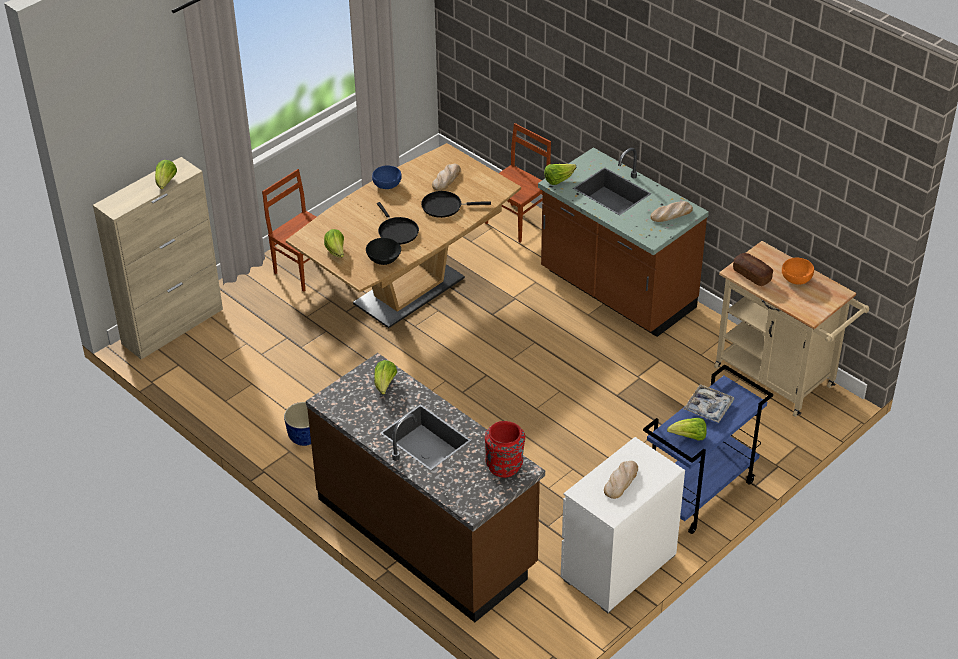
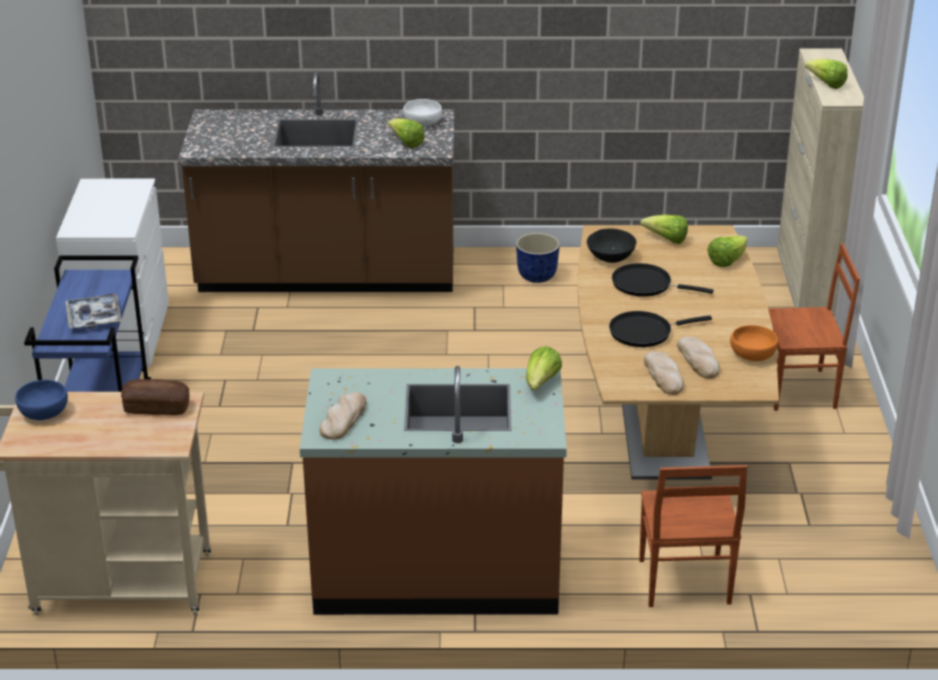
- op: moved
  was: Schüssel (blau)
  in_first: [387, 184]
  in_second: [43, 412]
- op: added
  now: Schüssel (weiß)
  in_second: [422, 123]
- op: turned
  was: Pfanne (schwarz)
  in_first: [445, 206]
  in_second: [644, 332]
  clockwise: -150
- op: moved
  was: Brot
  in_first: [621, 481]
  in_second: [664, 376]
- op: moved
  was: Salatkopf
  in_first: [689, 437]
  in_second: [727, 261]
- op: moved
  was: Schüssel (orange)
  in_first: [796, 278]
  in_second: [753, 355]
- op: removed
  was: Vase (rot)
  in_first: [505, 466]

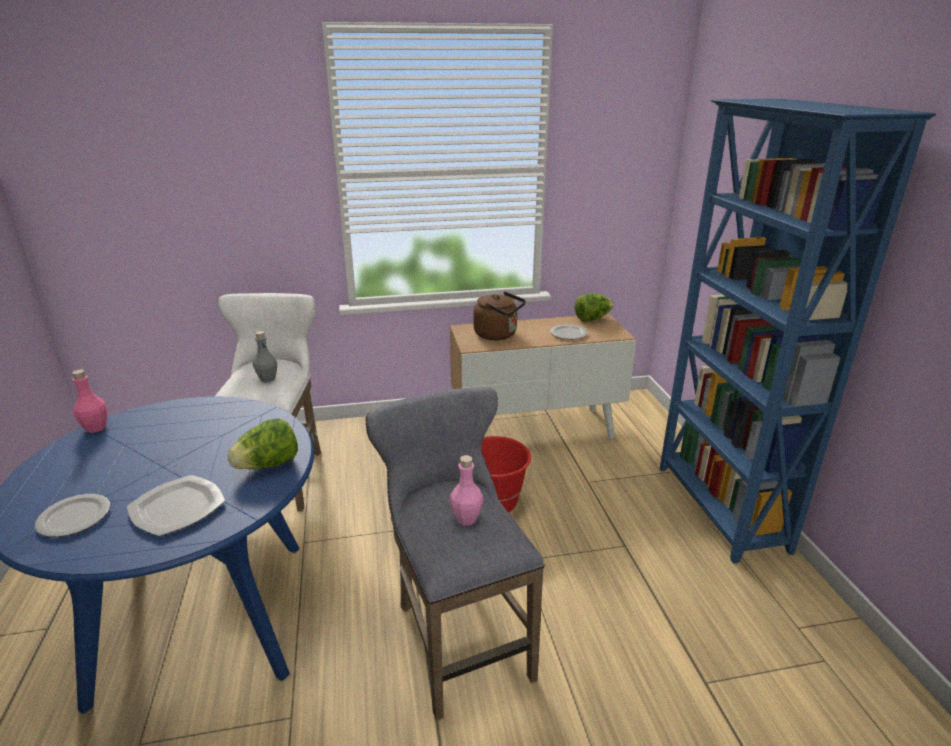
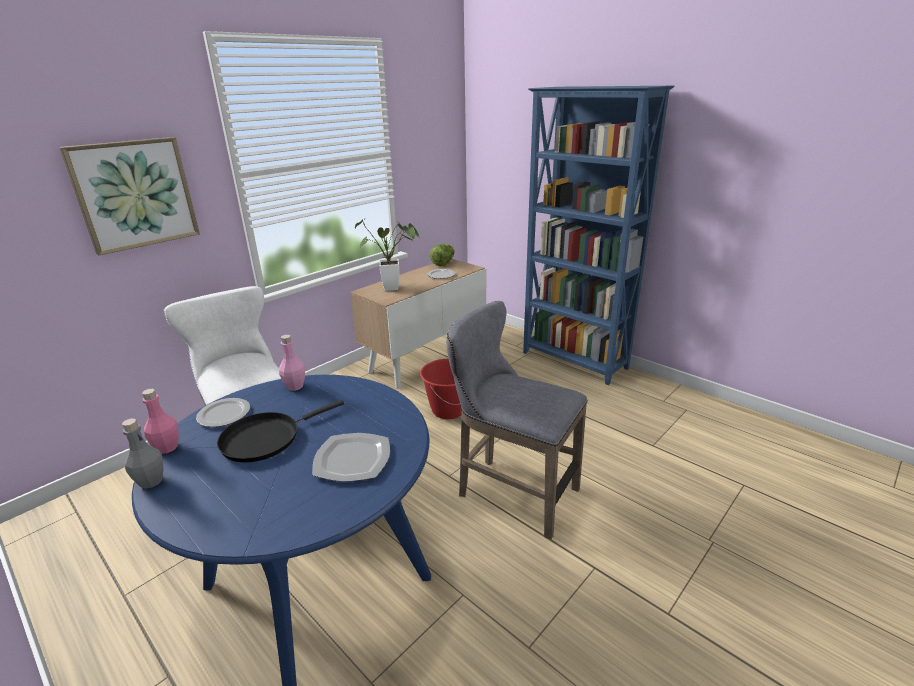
- op: added
  now: Bild
  in_second: [135, 194]
- op: moved
  was: Flasche (grau)
  in_first: [267, 379]
  in_second: [151, 481]
- op: moved
  was: Teller
  in_first: [75, 517]
  in_second: [224, 414]
- op: added
  now: Pfanne (schwarz)
  in_second: [265, 438]
- op: moved
  was: Flasche (rosa)
  in_first: [466, 518]
  in_second: [295, 386]
- op: replaced
  was: Wasserkessel (braun)
  now: Topfpflanze
  in_first: [498, 335]
  in_second: [395, 288]
- op: removed
  was: Salatkopf
  in_first: [268, 465]

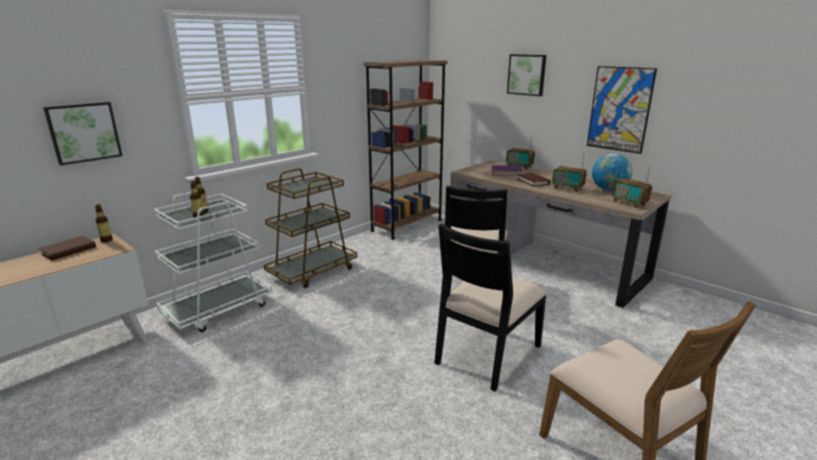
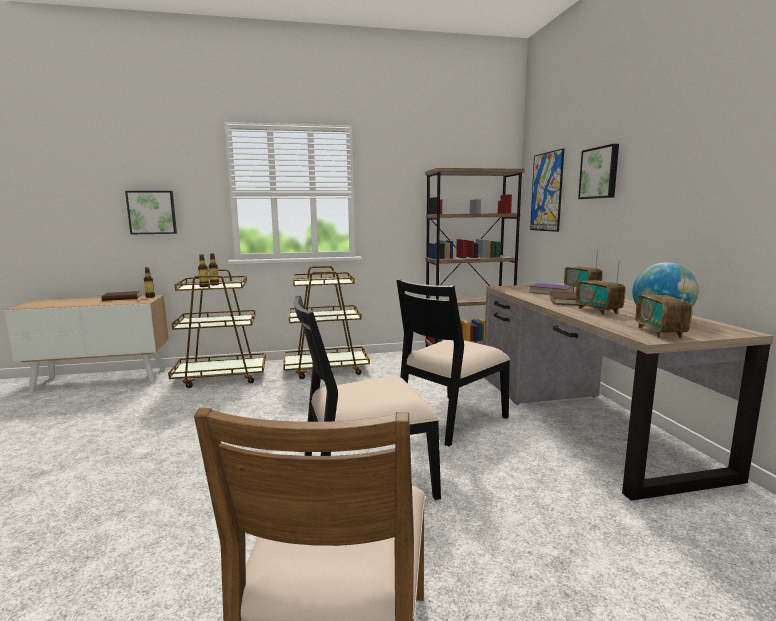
- op: recoloured
  was: Rollwagen (weiß)
  now: Rollwagen (braun)
  in_first: [218, 309]
  in_second: [221, 377]
- op: moved
  was: Bild
  in_first: [619, 109]
  in_second: [546, 192]

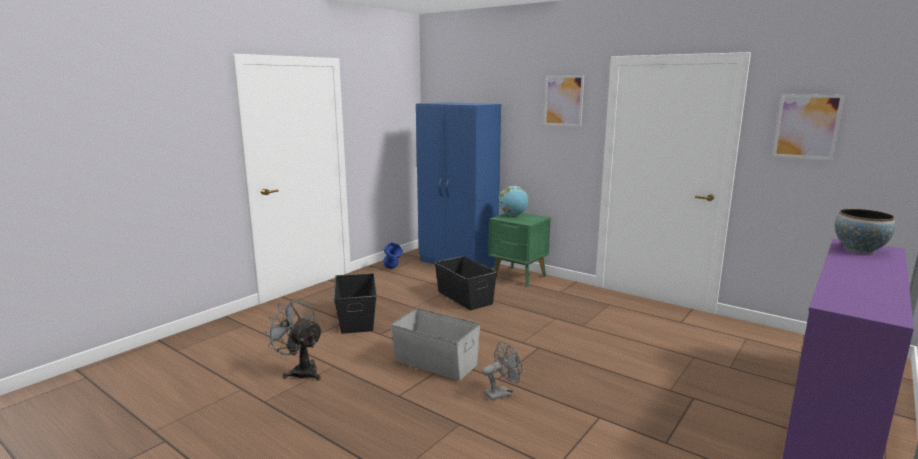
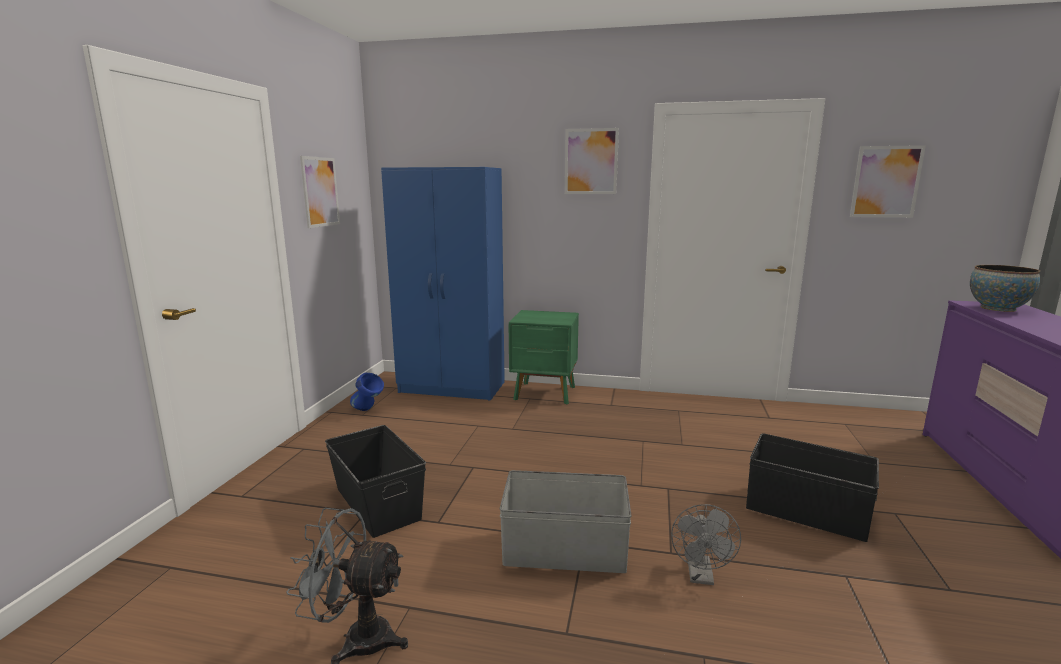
- op: added
  now: Bild
  in_second: [320, 192]
- op: turned
  was: Ventilator (grau)
  in_first: [502, 393]
  in_second: [701, 576]
  clockwise: 150
- op: moved
  was: Aufbewahrungsbox (schwarz)
  in_first: [465, 297]
  in_second: [805, 511]
- op: removed
  was: Globus
  in_first: [513, 215]

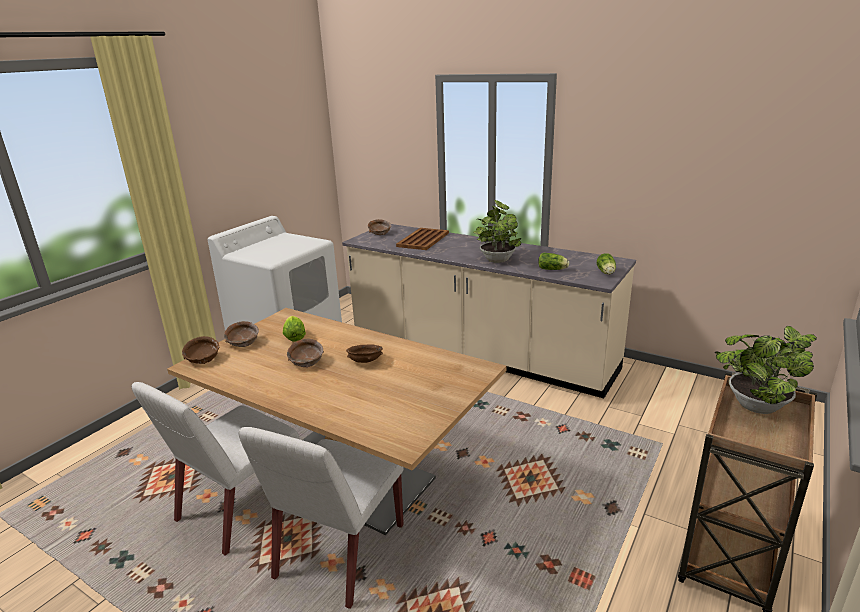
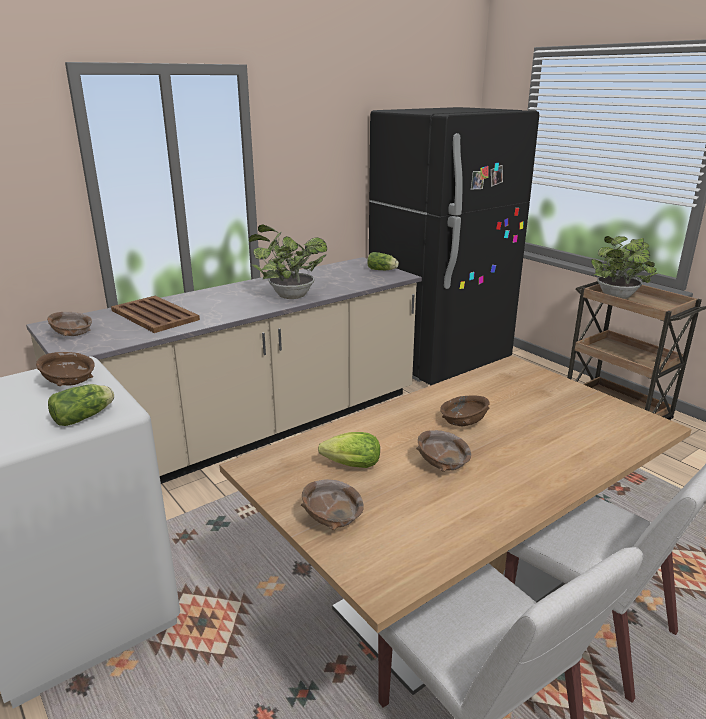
- op: moved
  was: Schüssel (braun)
  in_first: [203, 359]
  in_second: [69, 382]
- op: moved
  was: Salatkopf
  in_first: [553, 269]
  in_second: [85, 417]
- op: added
  now: Kühlschrank (schwarz)
  in_second: [439, 359]

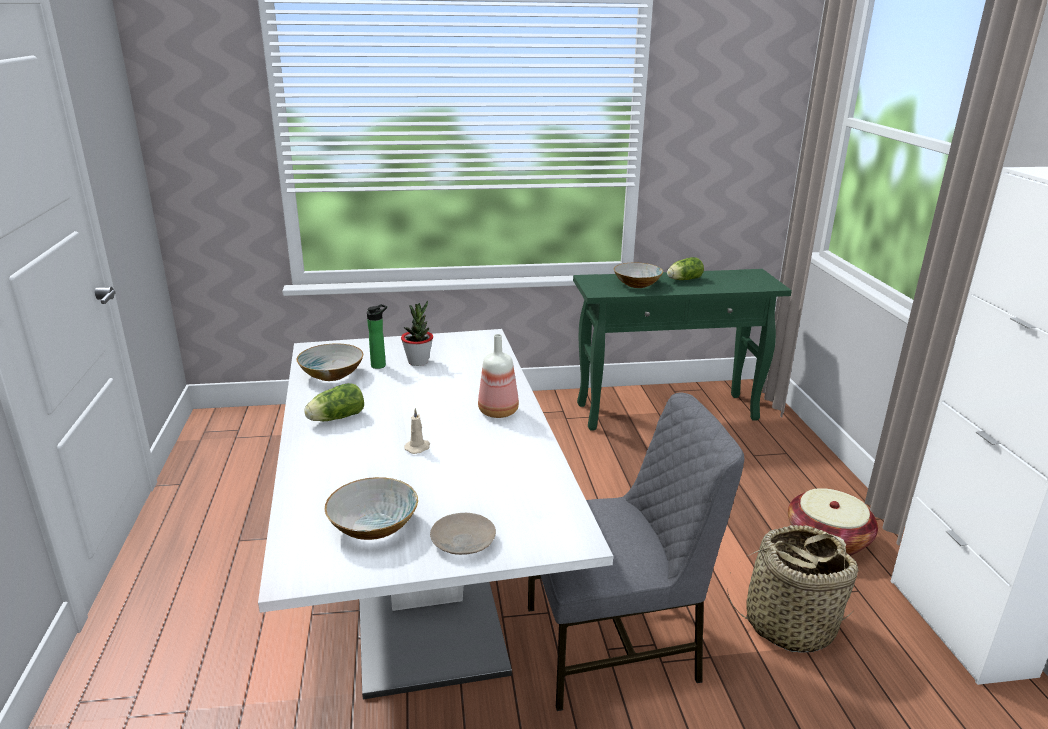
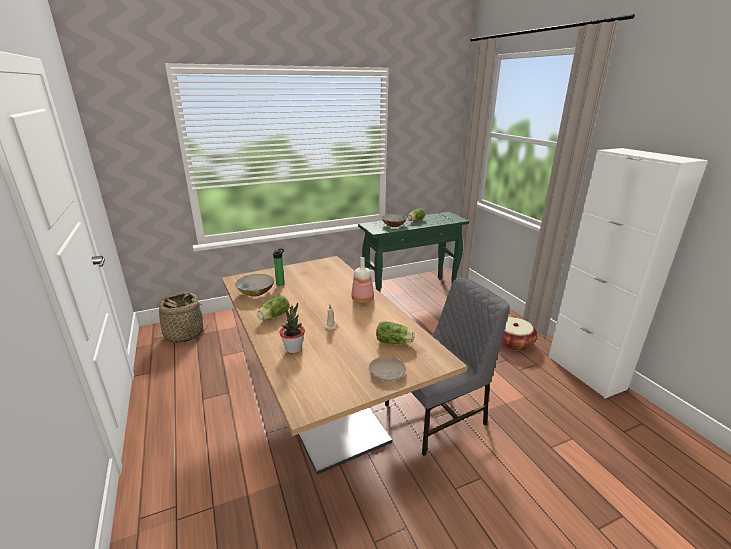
- op: moved
  was: Korb
  in_first: [789, 624]
  in_second: [184, 334]
- op: recoloured
  was: Esstisch (weiß)
  now: Esstisch (braun)
  in_first: [425, 594]
  in_second: [326, 408]
- op: moved
  was: Topfpflanze
  in_first: [418, 361]
  in_second: [293, 348]
- op: added
  now: Salatkopf
  in_second: [395, 342]
- op: removed
  was: Schüssel
  in_first: [373, 527]

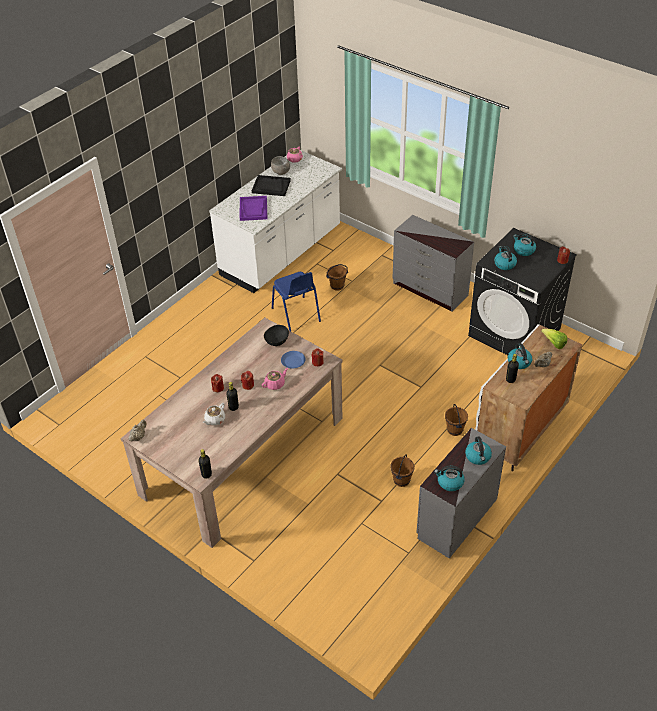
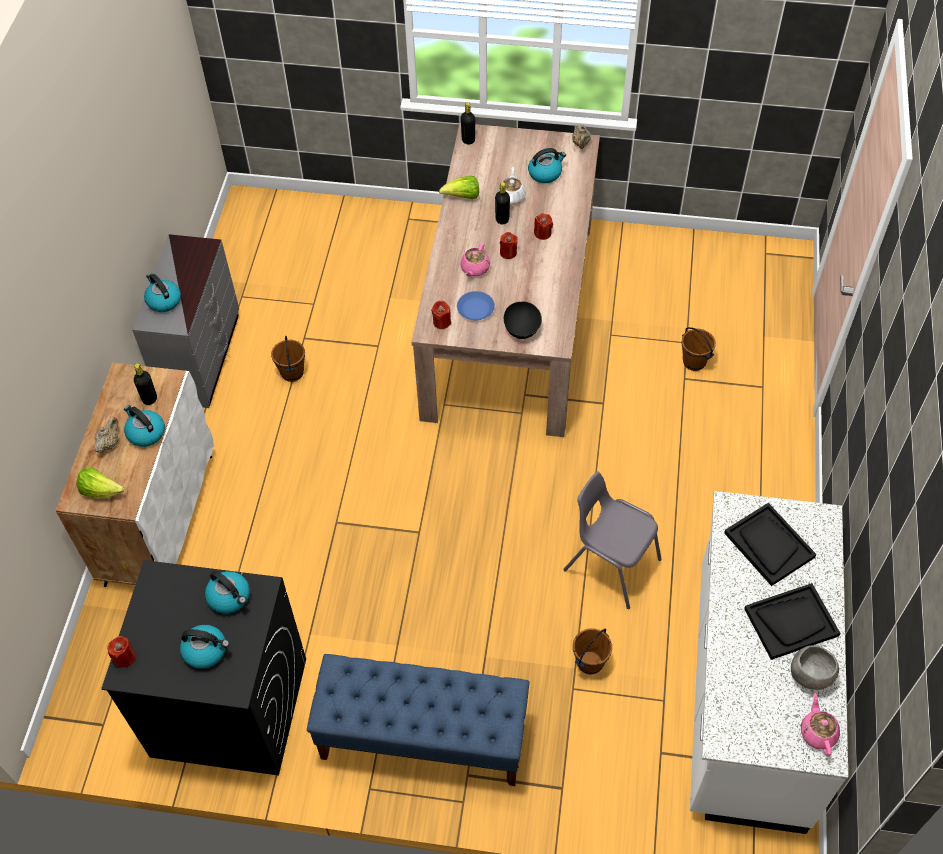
- op: replaced
  was: Kommode (grau)
  now: Bank (blau)
  in_first: [430, 290]
  in_second: [422, 738]
- op: added
  now: Salatkopf
  in_second: [462, 197]
- op: moved
  was: Wasserkessel
  in_first: [449, 482]
  in_second: [545, 173]
- op: recoloured
  was: Stuhl (blau)
  now: Stuhl (grau)
  in_first: [296, 315]
  in_second: [611, 564]
- op: moved
  was: Eimer (braun)
  in_first: [455, 430]
  in_second: [693, 362]
- op: recoloured
  was: Tablett (lila)
  now: Tablett (schwarz)
  in_first: [253, 209]
  in_second: [768, 545]

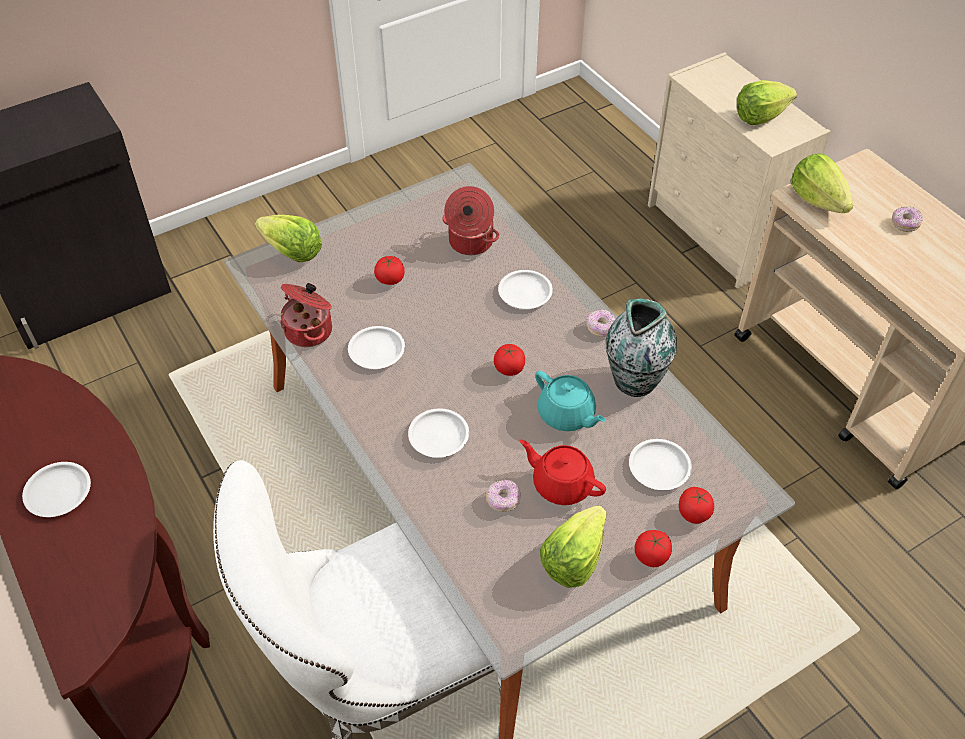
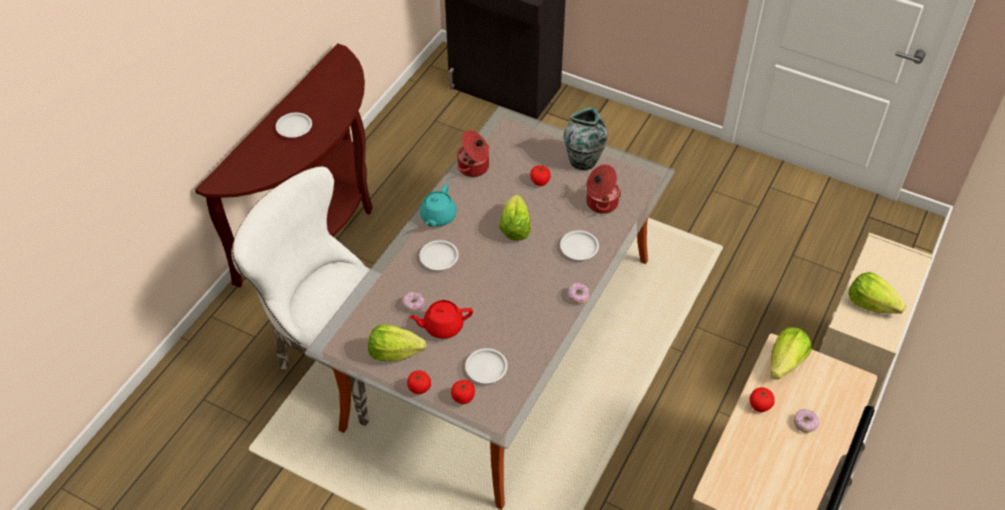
- op: turned
  was: Teekanne (rot)
  in_first: [561, 484]
  in_second: [442, 326]
  clockwise: -105
- op: moved
  was: Teekanne (türkis)
  in_first: [566, 415]
  in_second: [438, 217]
- op: moved
  was: Salatkopf
  in_first: [292, 252]
  in_second: [515, 228]
- op: moved
  was: Vase
  in_first: [635, 379]
  in_second: [584, 161]
- op: moved
  was: Tomate
  in_first: [509, 368]
  in_second: [759, 405]
- op: removed
  was: Teller (weiß)
  in_first: [377, 350]

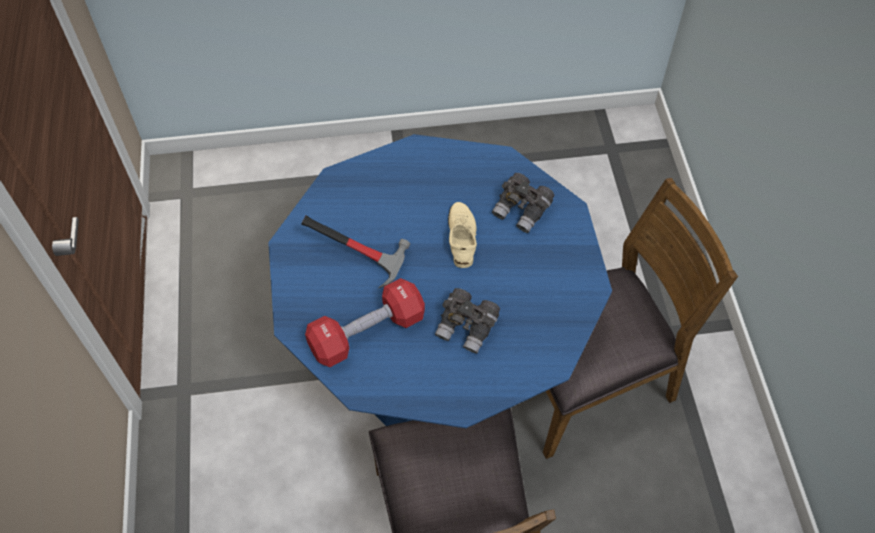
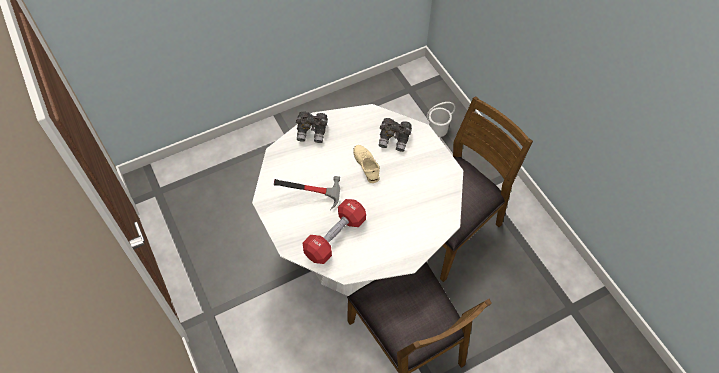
- op: recoloured
  was: Esstisch (blau)
  now: Esstisch (weiß)
  in_first: [437, 365]
  in_second: [359, 248]
- op: moved
  was: Fernglas (grau)
  in_first: [467, 327]
  in_second: [312, 132]
- op: added
  now: Eimer (weiß)
  in_second: [437, 129]

